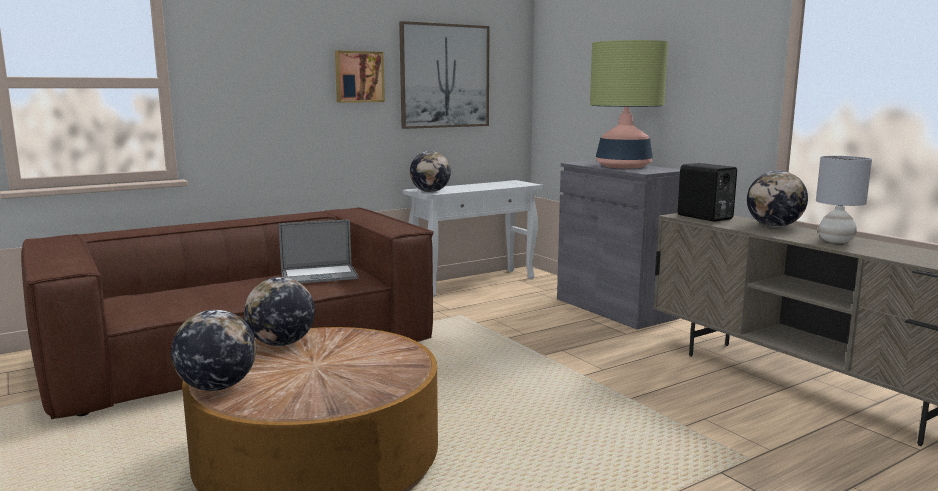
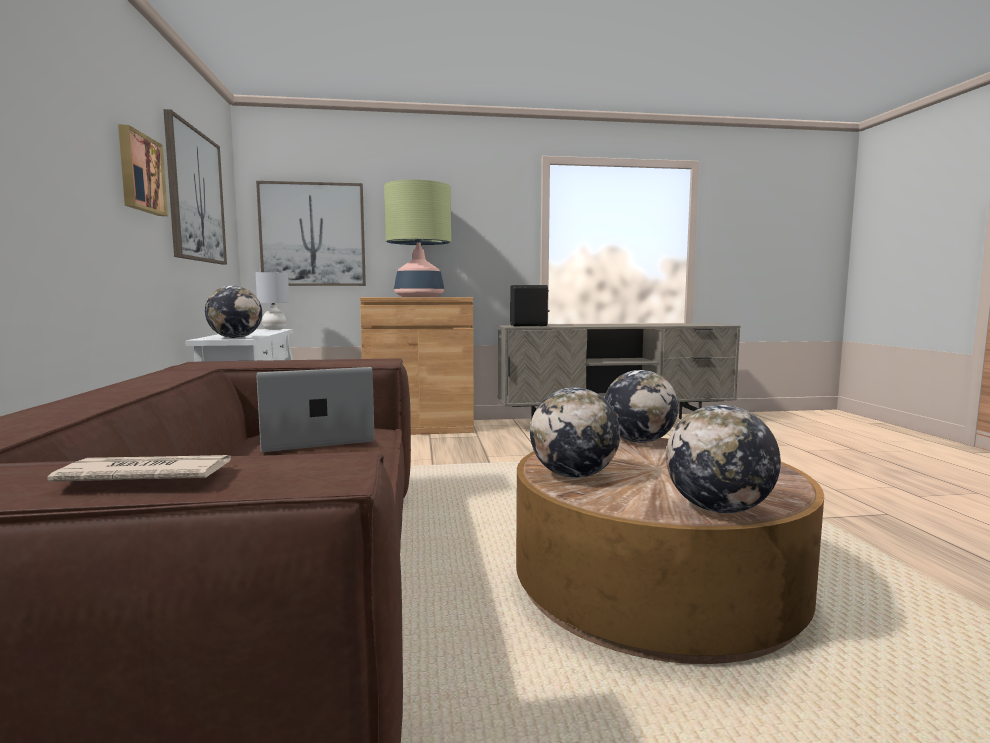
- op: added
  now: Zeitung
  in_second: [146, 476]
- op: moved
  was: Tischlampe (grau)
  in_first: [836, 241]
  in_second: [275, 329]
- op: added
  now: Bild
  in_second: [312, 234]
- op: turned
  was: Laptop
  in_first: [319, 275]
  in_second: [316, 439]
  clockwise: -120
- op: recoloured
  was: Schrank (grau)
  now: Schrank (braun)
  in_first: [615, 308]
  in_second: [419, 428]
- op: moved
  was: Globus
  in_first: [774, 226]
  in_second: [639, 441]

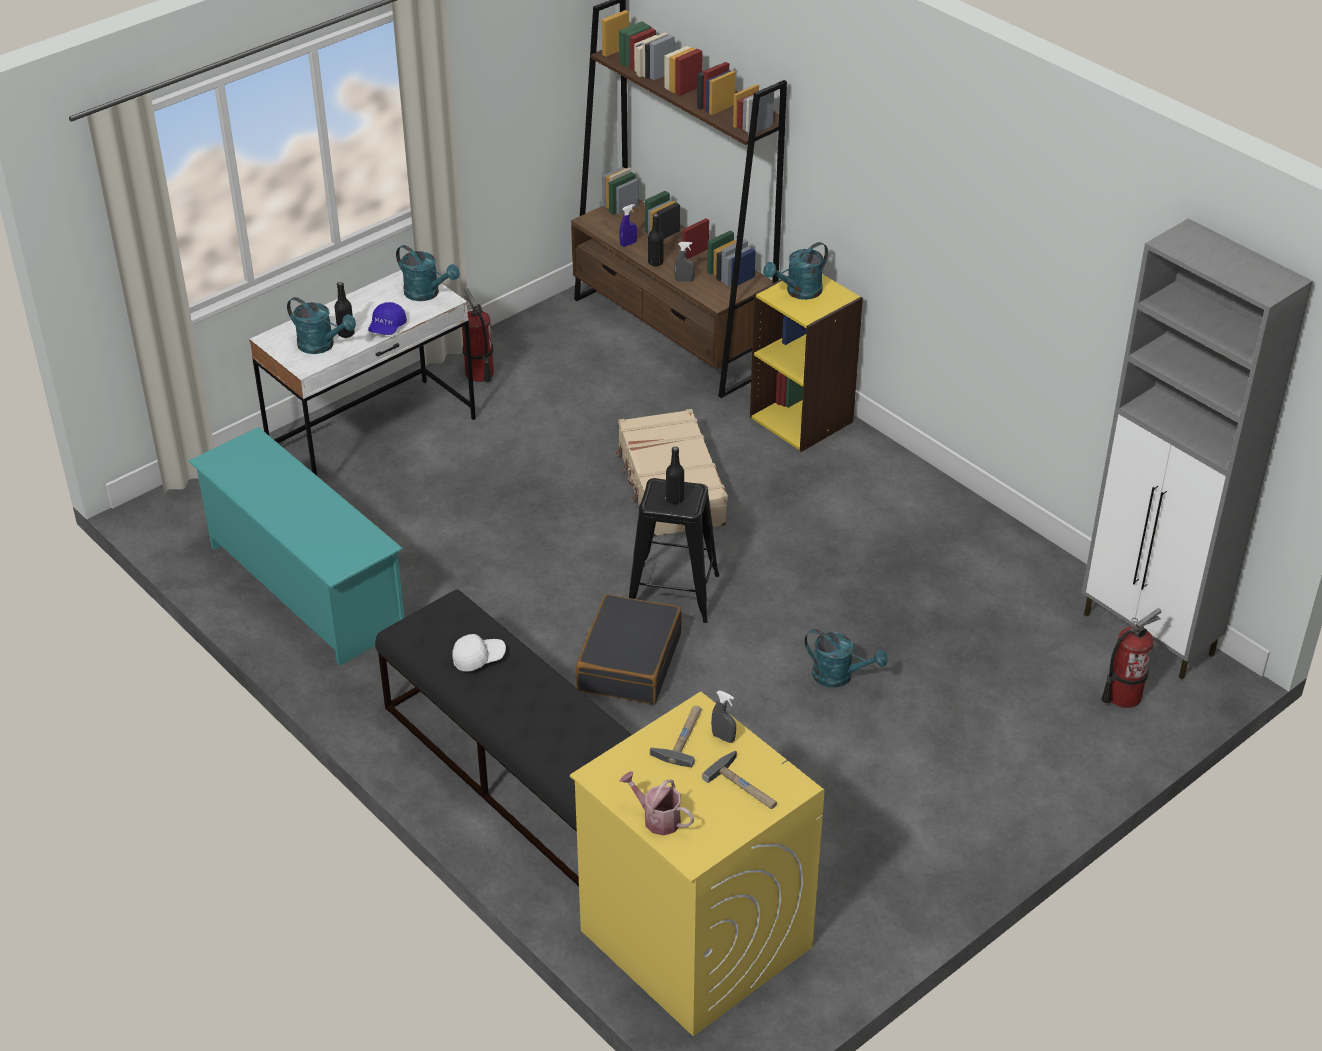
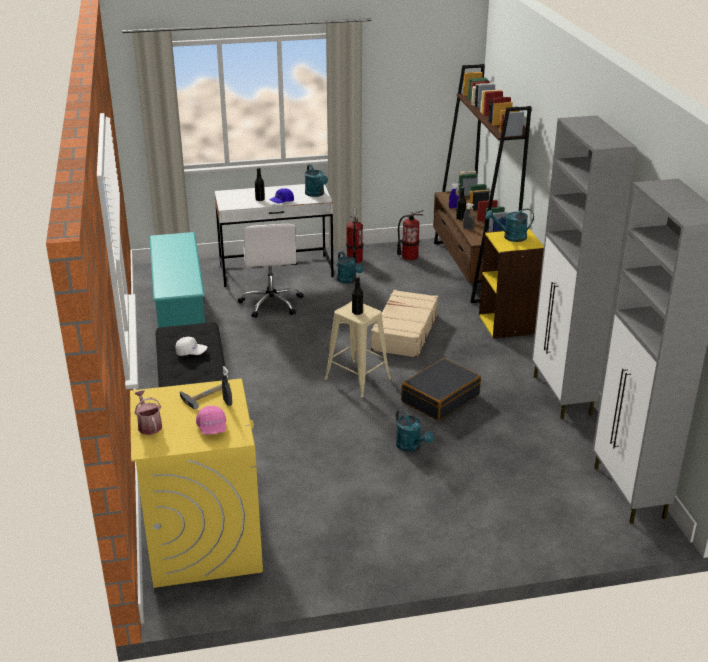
- op: replaced
  was: Hammer
  now: Kappe (rosa)
  in_first: [745, 786]
  in_second: [212, 428]
- op: added
  now: Bürostuhl (weiß)
  in_second: [271, 303]
- op: recoloured
  was: Hocker (schwarz)
  now: Hocker (beige)
  in_first: [674, 593]
  in_second: [358, 379]
- op: moved
  was: Gießkanne (türkis)
  in_first: [322, 346]
  in_second: [349, 280]
- op: moved
  was: Feuerlöscher
  in_first: [1123, 696]
  in_second: [409, 256]
- op: moved
  was: Koffer (schwarz)
  in_first: [629, 662]
  in_second: [440, 398]
- op: added
  now: Schrank (grau)
  in_second: [562, 396]

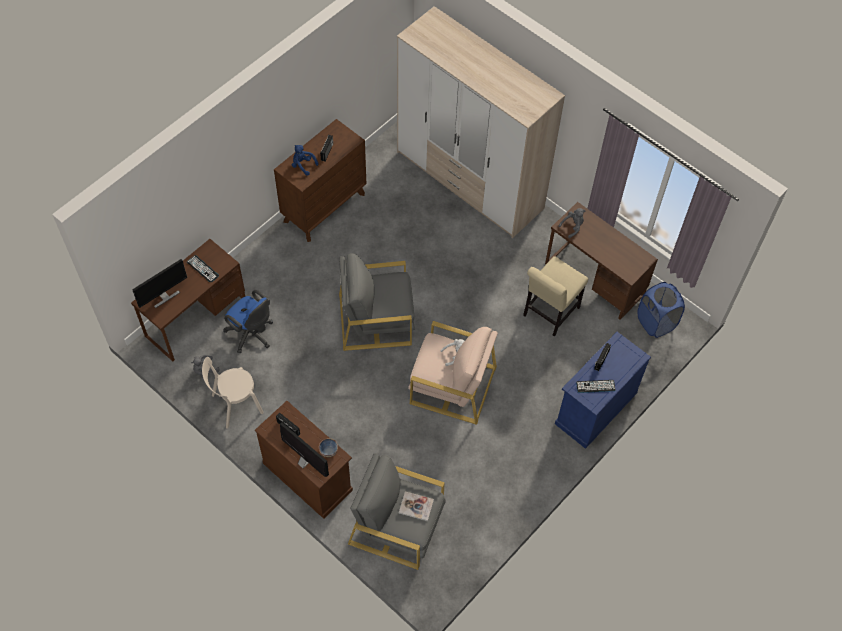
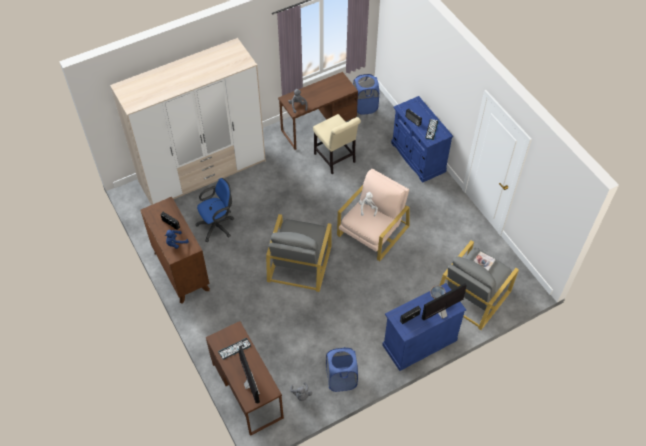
- op: moved
  was: Bürostuhl (blau)
  in_first: [252, 334]
  in_second: [218, 226]
- op: replaced
  was: Stuhl (beige)
  now: Wäschekorb (blau)
  in_first: [234, 405]
  in_second: [341, 379]
- op: recoloured
  was: Schrank (braun)
  now: Schrank (blau)
  in_first: [307, 476]
  in_second: [419, 342]

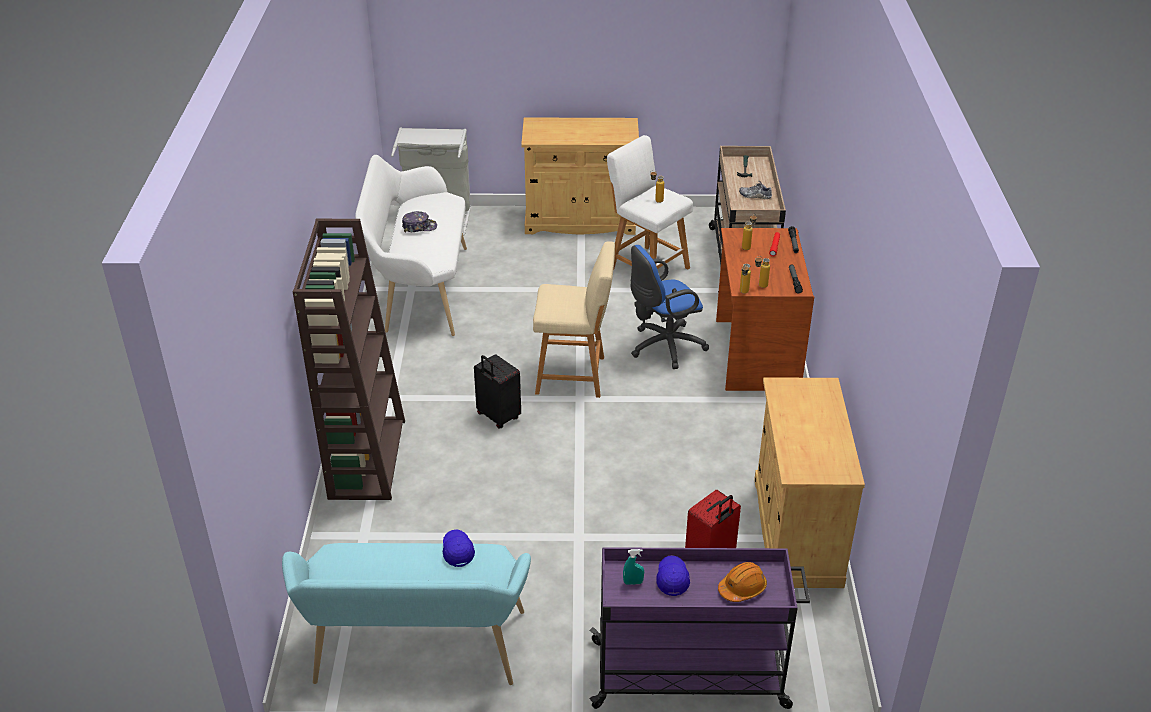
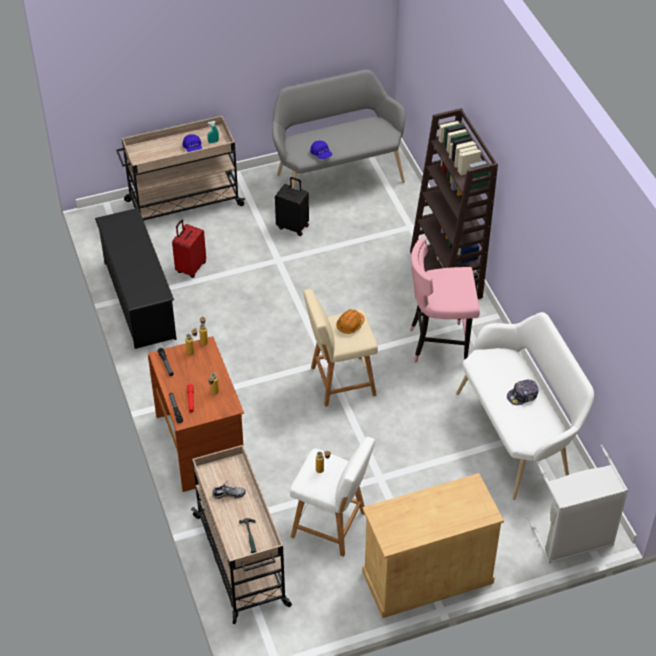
- op: replaced
  was: Schrank (beige)
  now: Schuhregal (schwarz)
  in_first: [796, 531]
  in_second: [139, 299]
- op: recoloured
  was: Rollwagen (lila)
  now: Rollwagen (beige)
  in_first: [691, 674]
  in_second: [182, 203]
- op: recoloured
  was: Bank (türkis)
  now: Bank (grau)
  in_first: [416, 654]
  in_second: [336, 176]
- op: moved
  was: Koffer (schwarz)
  in_first: [497, 417]
  in_second: [293, 226]
- op: moved
  was: Schutzhelm (orange)
  in_first: [742, 588]
  in_second: [350, 325]
- op: added
  now: Hocker (rosa)
  in_second: [439, 344]
- op: removed
  was: Bürostuhl (blau)
  in_first: [663, 347]

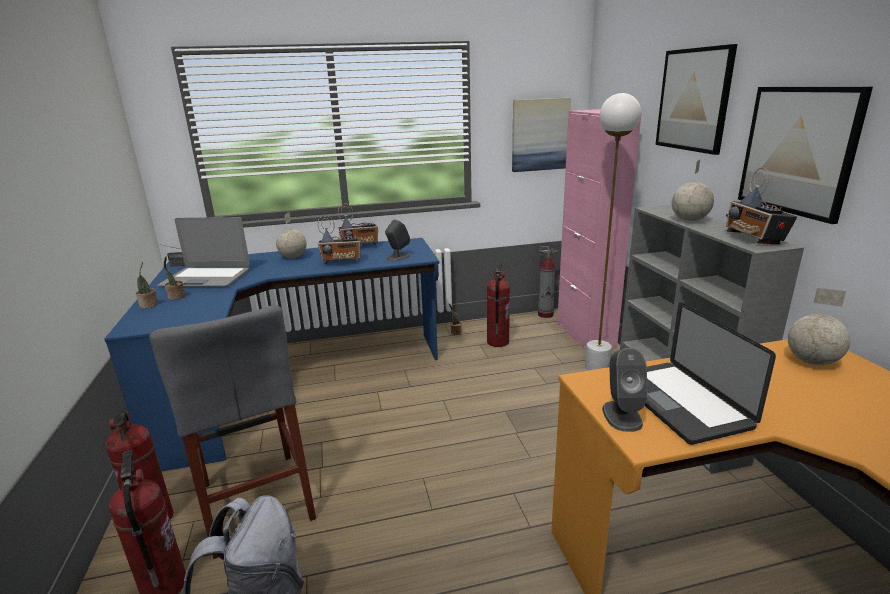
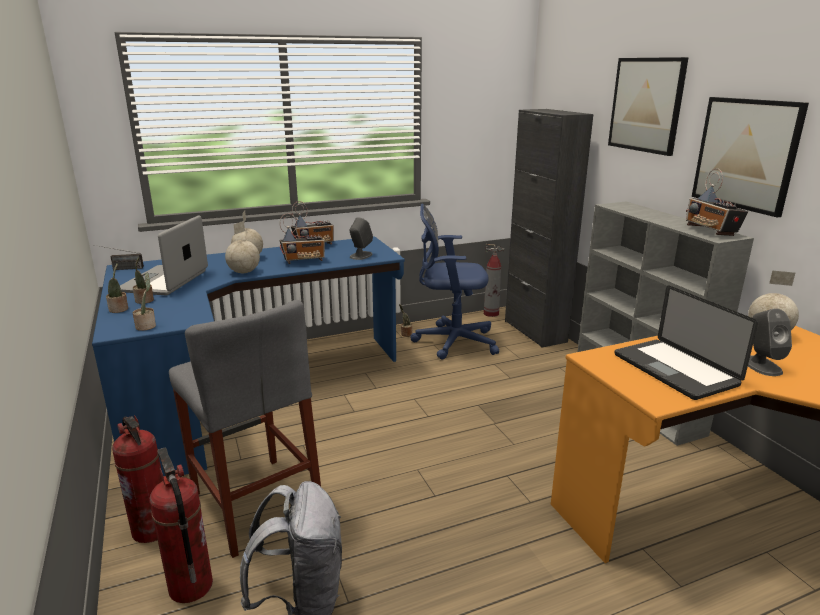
- op: turned
  was: Laptop
  in_first: [206, 278]
  in_second: [165, 281]
  clockwise: 105
- op: added
  now: Topfpflanze
  in_second: [147, 326]
- op: moved
  was: Globus
  in_first: [690, 220]
  in_second: [244, 272]
- op: replaced
  was: Feuerlöscher
  now: Bürostuhl (blau)
  in_first: [497, 342]
  in_second: [451, 341]
- op: recoloured
  was: Schrank (rosa)
  now: Schrank (schwarz)
  in_first: [585, 335]
  in_second: [535, 331]
- op: moved
  was: Lautsprecher (grau)
  in_first: [621, 415]
  in_second: [761, 365]
- op: removed
  was: Bild
  in_first: [539, 134]
- op: removed
  was: Stehlampe (weiß)
  in_first: [597, 367]

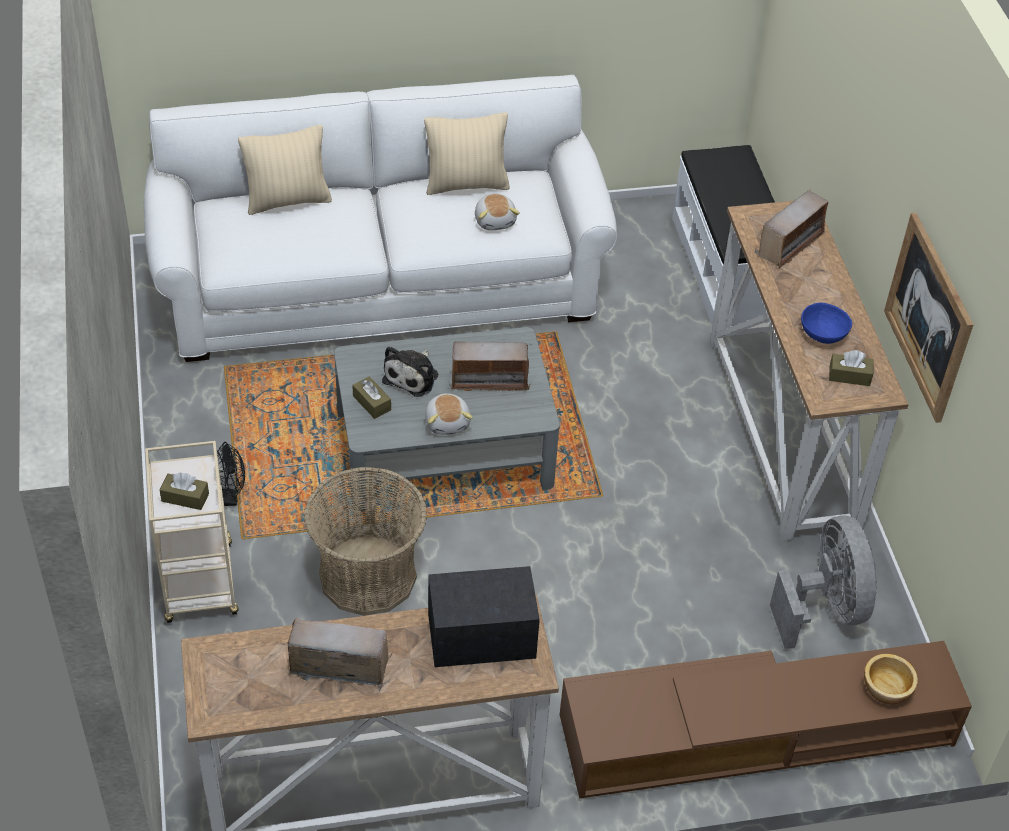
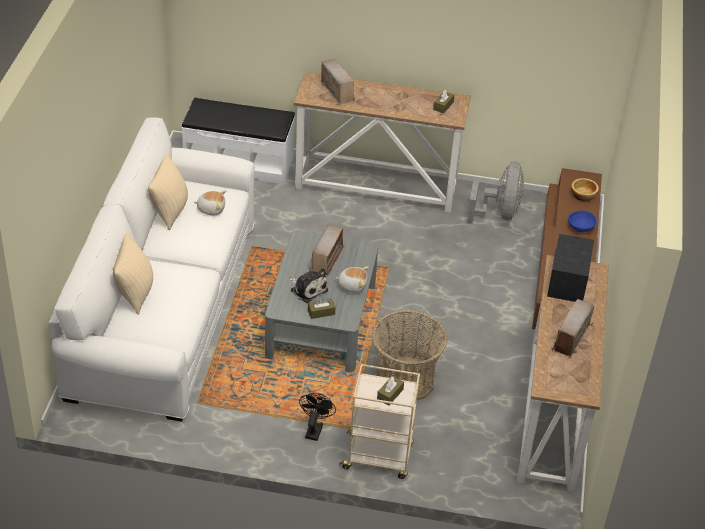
- op: turned
  was: Ventilator (grau)
  in_first: [824, 607]
  in_second: [499, 213]
  clockwise: 90
- op: moved
  was: Schüssel (blau)
  in_first: [822, 334]
  in_second: [580, 228]
- op: removed
  was: Bild
  in_first: [928, 317]

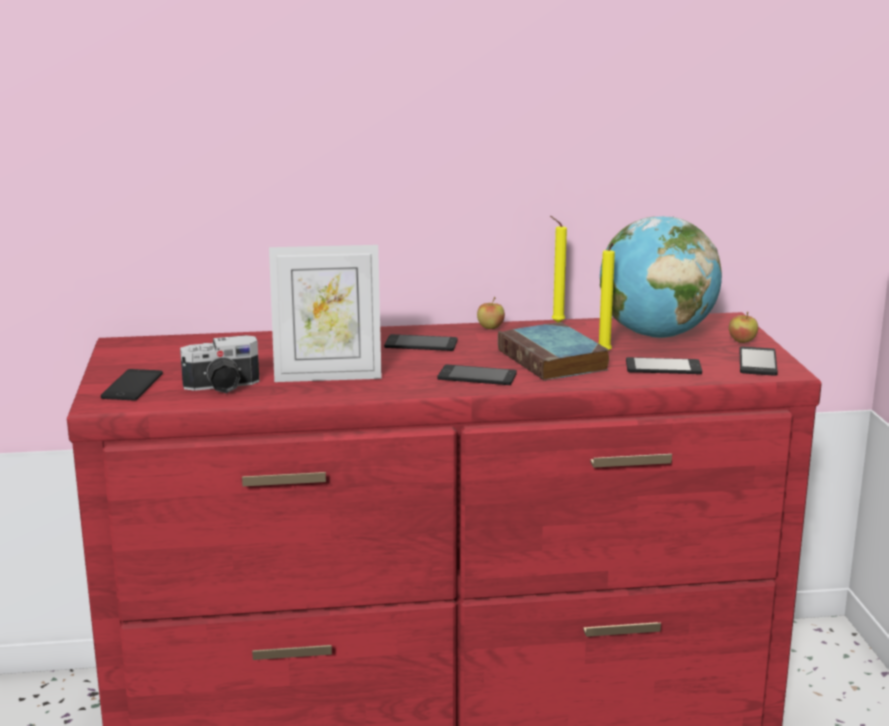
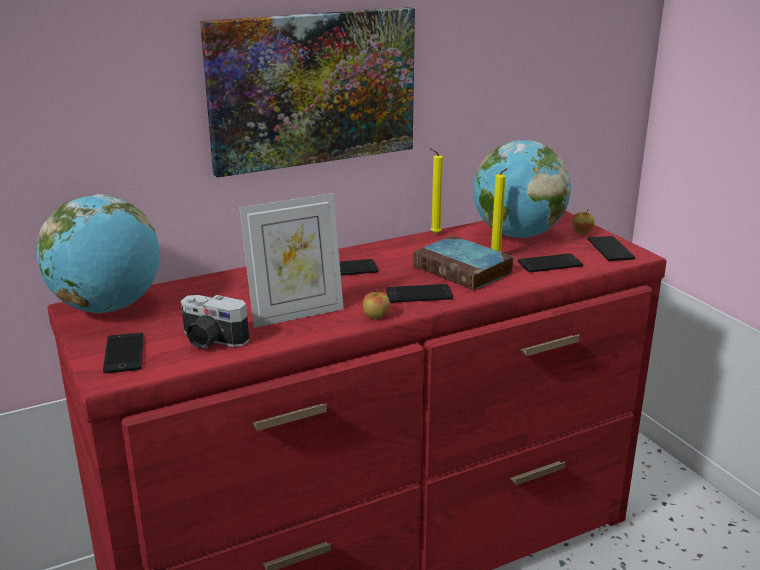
- op: added
  now: Globus
  in_second: [108, 308]
- op: turned
  was: Kamera
  in_first: [222, 387]
  in_second: [211, 341]
  clockwise: 60
- op: added
  now: Bild
  in_second: [312, 89]
- op: moved
  was: Apfel
  in_first: [490, 327]
  in_second: [376, 316]

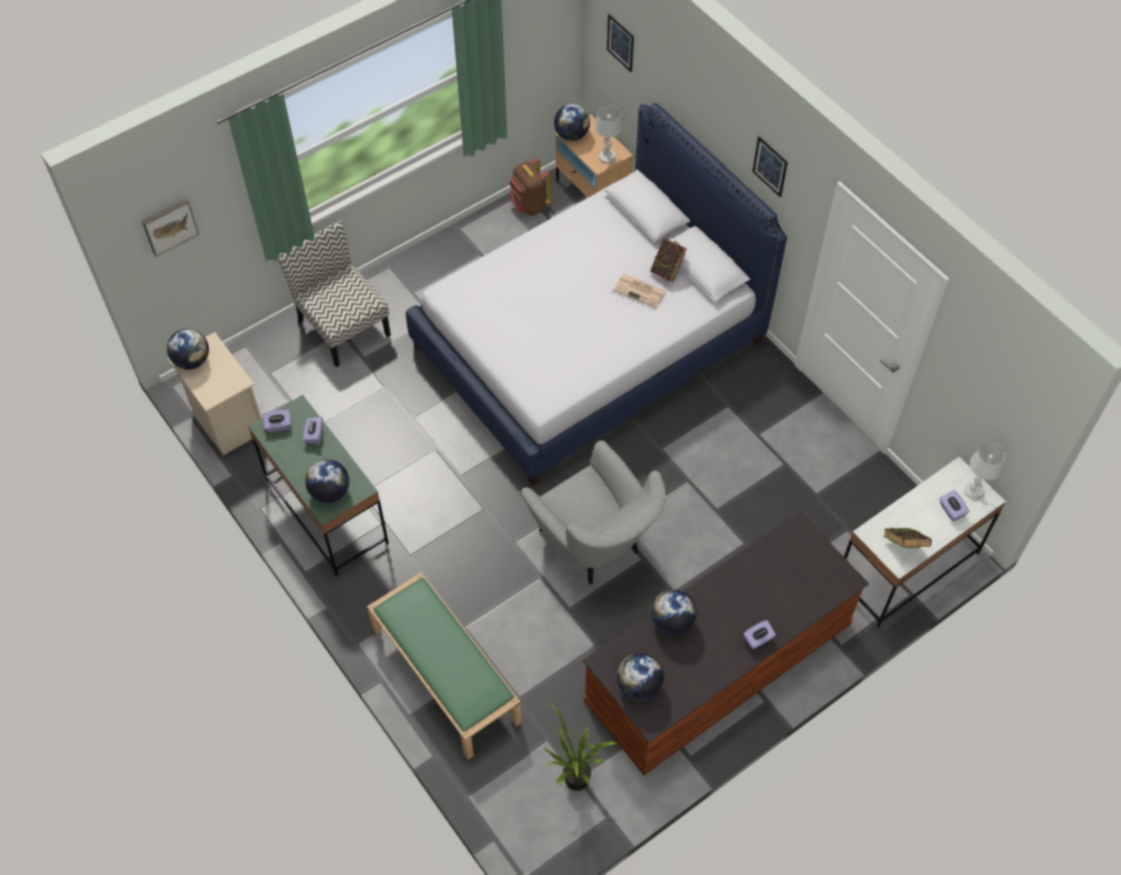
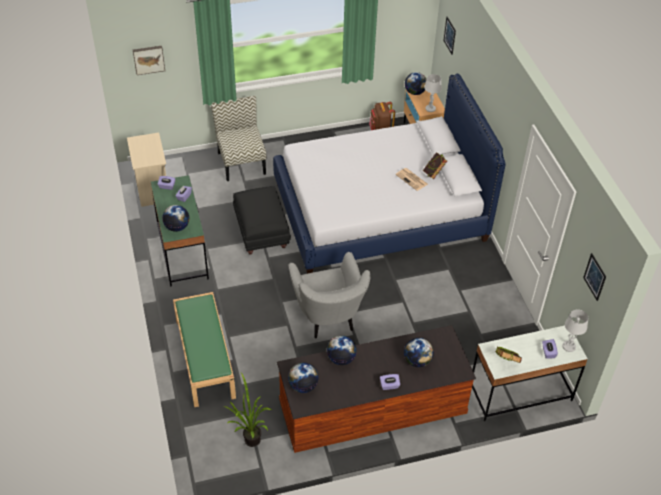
- op: added
  now: Polsterhocker (schwarz)
  in_second: [262, 233]
- op: moved
  was: Globus
  in_first: [192, 361]
  in_second: [417, 361]
- op: moved
  was: Bild
  in_first: [770, 166]
  in_second: [594, 277]

